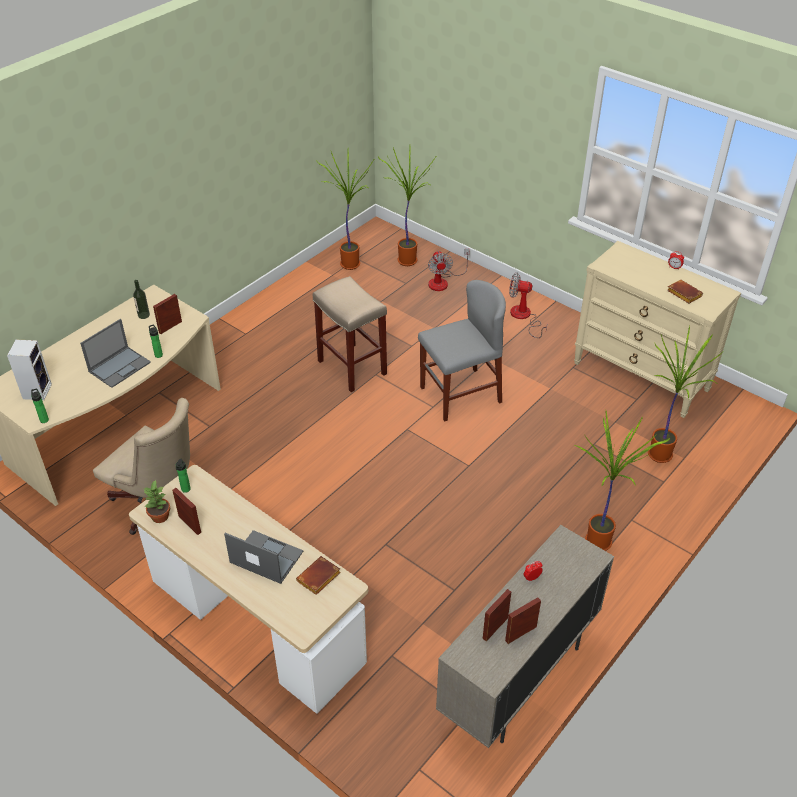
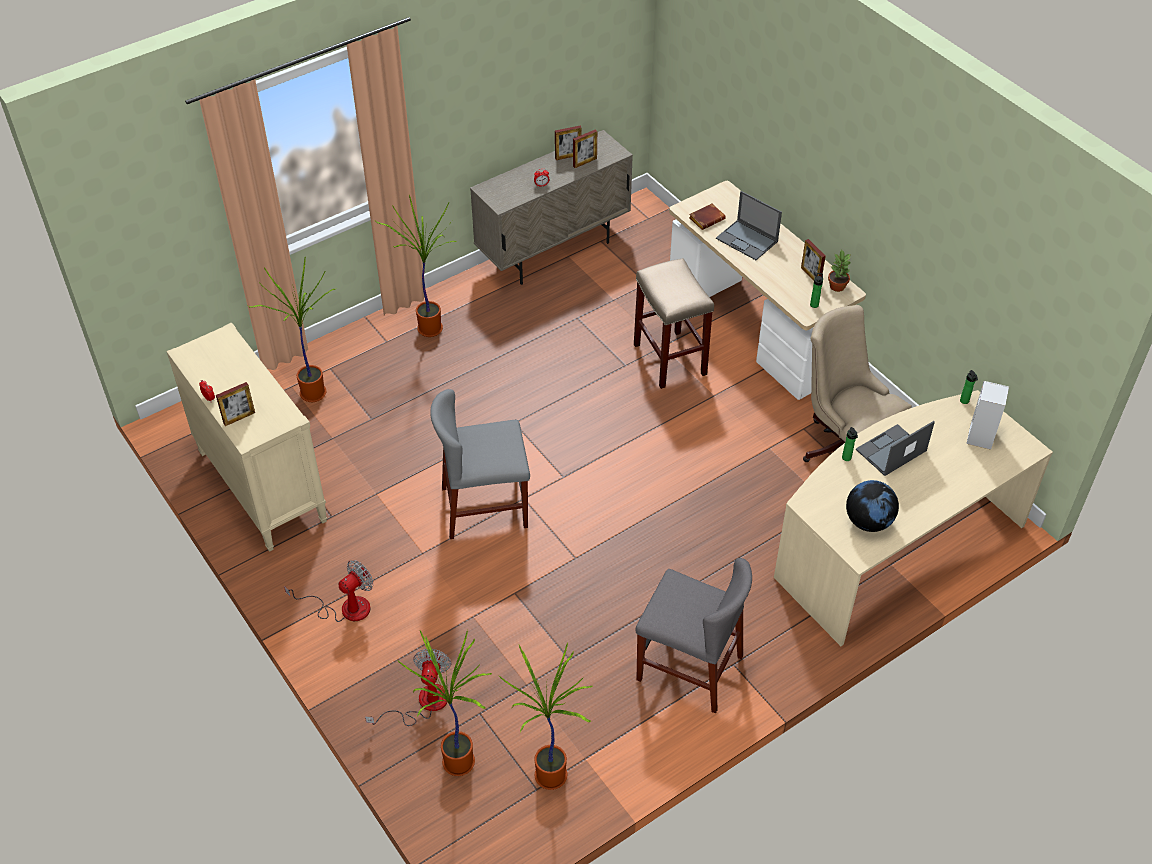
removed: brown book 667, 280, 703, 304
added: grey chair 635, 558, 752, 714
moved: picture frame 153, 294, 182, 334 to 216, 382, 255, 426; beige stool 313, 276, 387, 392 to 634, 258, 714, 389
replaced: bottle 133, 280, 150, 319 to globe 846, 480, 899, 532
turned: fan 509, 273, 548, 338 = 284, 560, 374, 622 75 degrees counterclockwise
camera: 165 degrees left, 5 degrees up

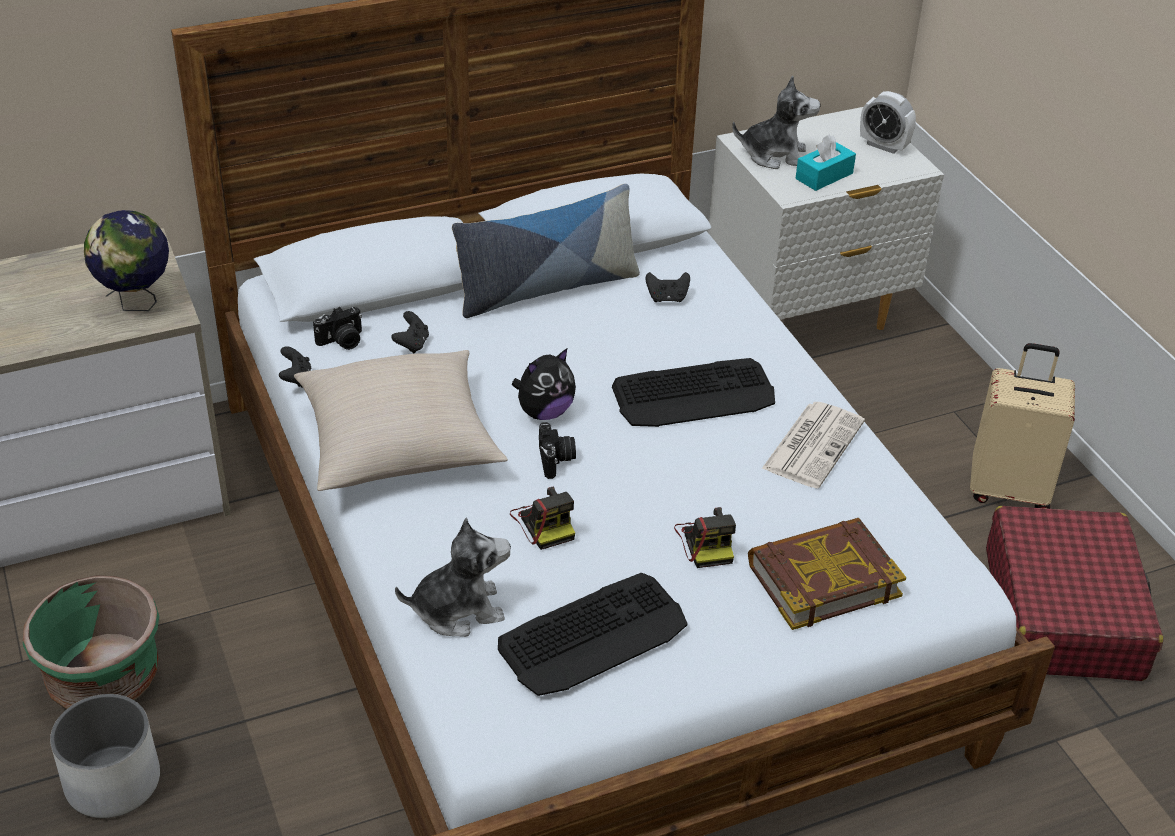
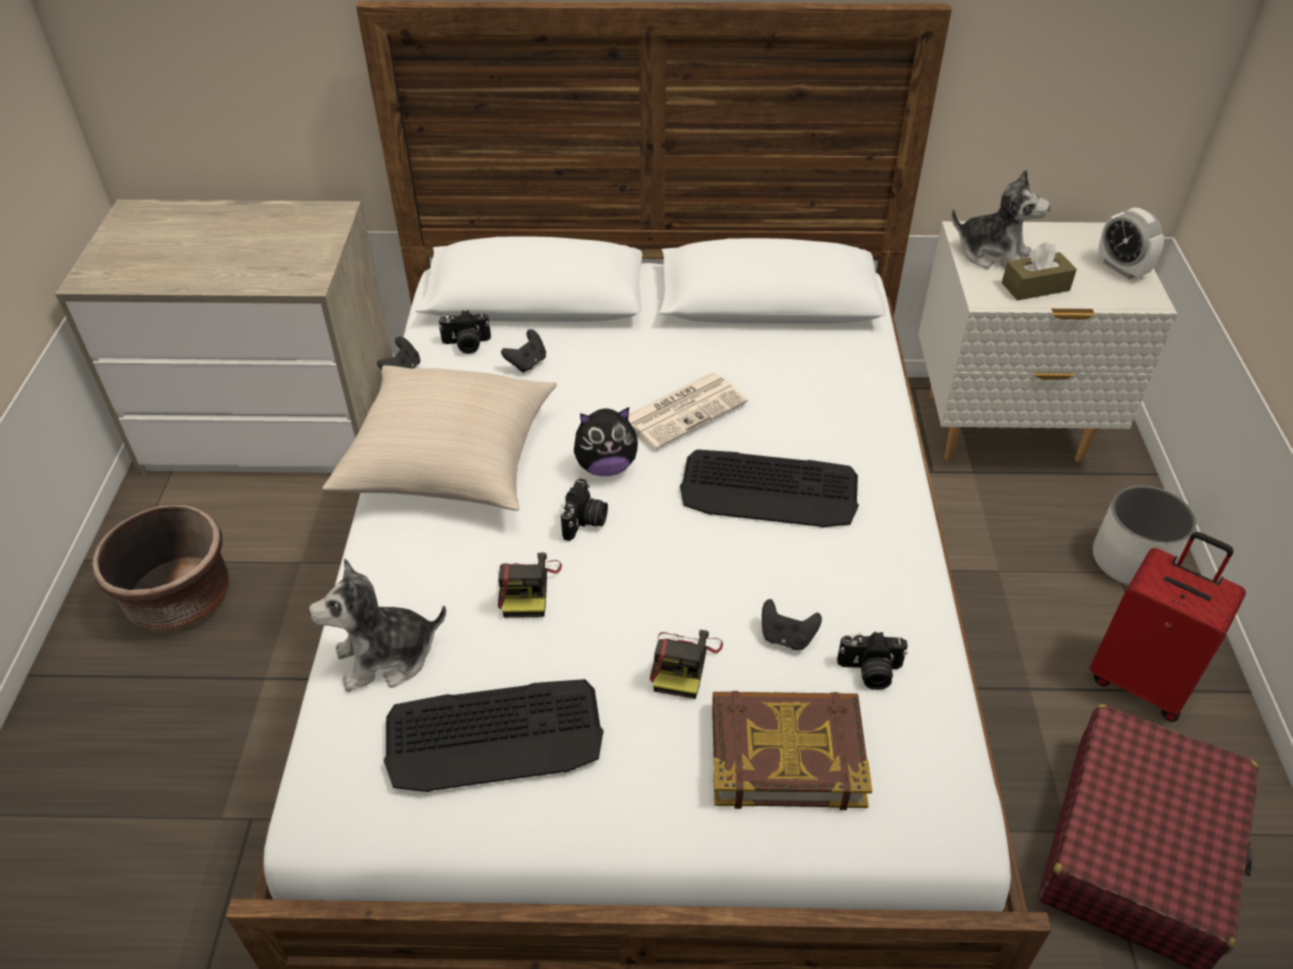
removed: globe 84, 210, 169, 311; pillow 452, 184, 640, 318
added: photo camera 837, 632, 908, 690
moved: white planter 50, 694, 160, 818 to 1093, 485, 1196, 586; black game controller 646, 272, 690, 302 to 762, 599, 822, 650; newspaper 762, 402, 865, 488 to 628, 373, 748, 450
recoloured: green planter 23, 576, 159, 709 to brown planter 92, 504, 229, 632; turquoise tissue box 795, 134, 856, 191 to brown tissue box 1002, 242, 1077, 301; beige suitcase 970, 343, 1075, 509 to red suitcase 1090, 532, 1246, 722
turned: plush toy 395, 518, 511, 637 = 309, 558, 446, 692 150 degrees clockwise
camera: 25 degrees right, 5 degrees up

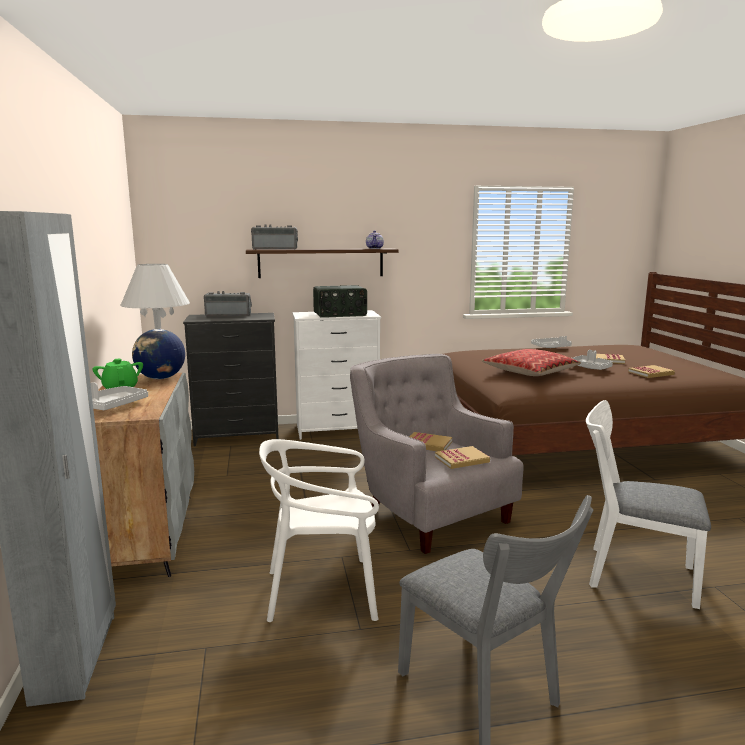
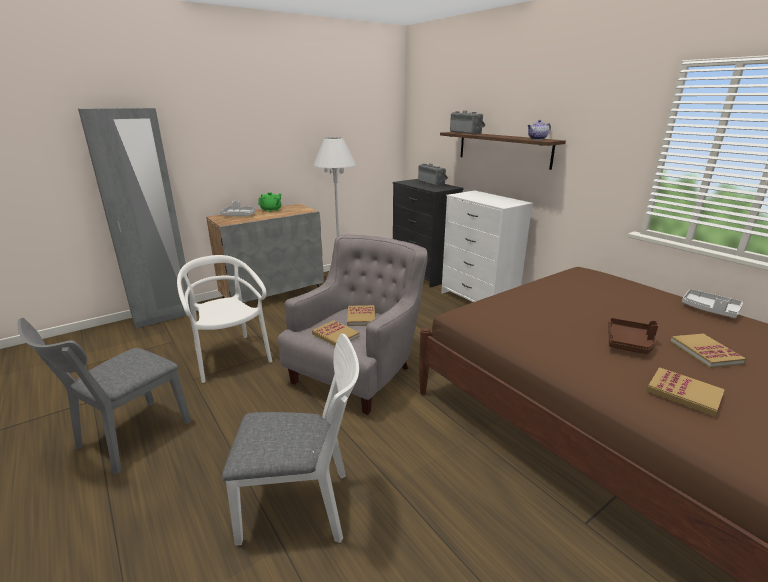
removed: globe 132, 329, 185, 379; radio 313, 285, 367, 318; pillow 482, 349, 581, 376
recoloured: grey tray 572, 350, 613, 370 to brown tray 608, 318, 658, 354
turned: white chair 586, 400, 711, 609 = 222, 334, 359, 545 90 degrees clockwise
camera: 65 degrees right, 10 degrees up

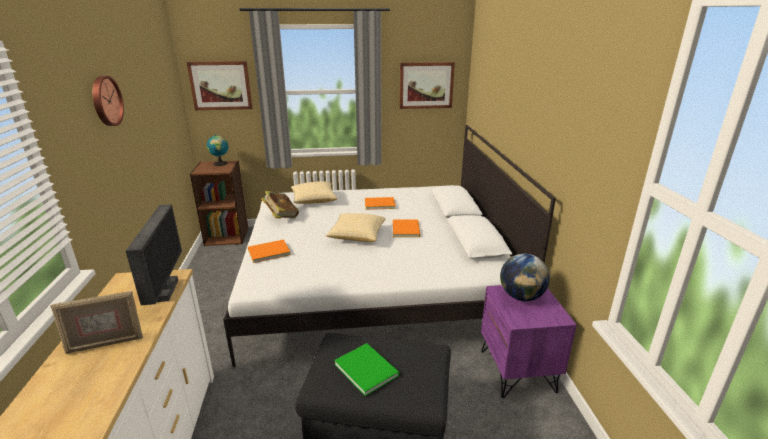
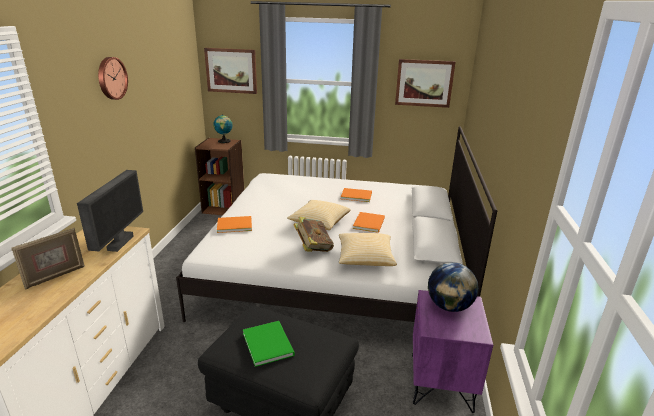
moved: book 261, 191, 299, 218 to 293, 216, 334, 252; pillow 291, 181, 337, 204 to 339, 233, 397, 266
turned: picture frame 50, 291, 143, 354 = 11, 228, 85, 290 45 degrees counterclockwise
camera: 15 degrees right, 0 degrees up

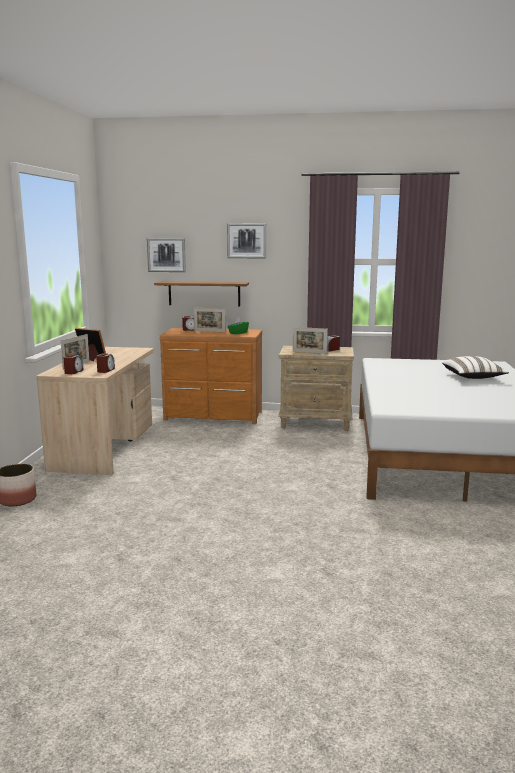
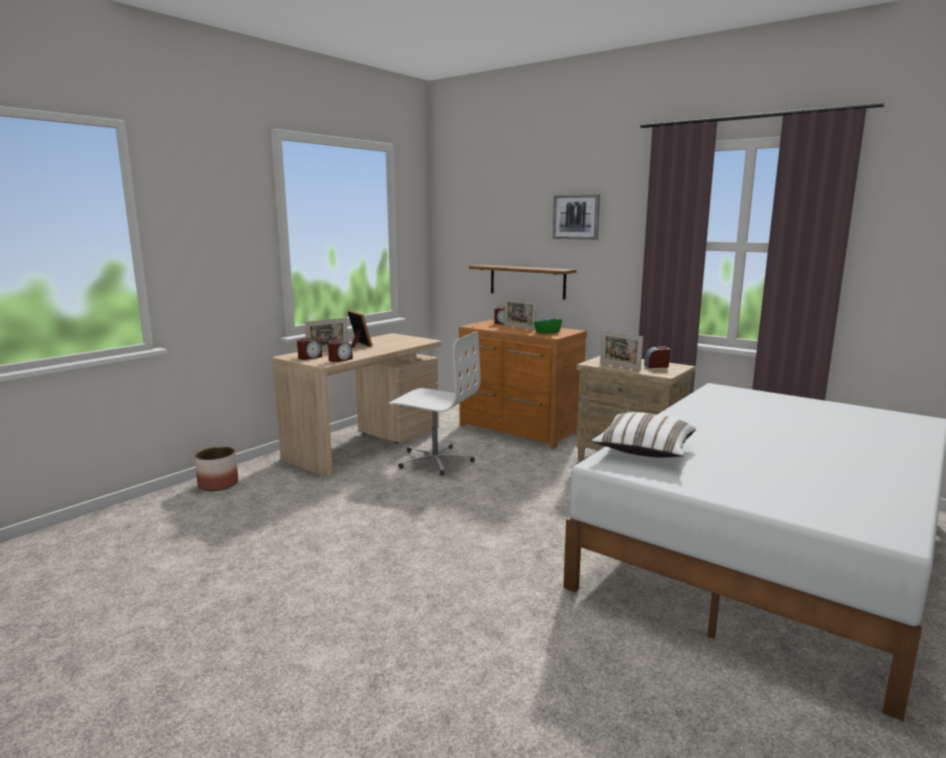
removed: picture 147, 238, 186, 272
added: white office chair 389, 331, 480, 475
moved: white pillow 442, 356, 509, 379 to 592, 412, 696, 458
camera: 30 degrees right, 0 degrees up

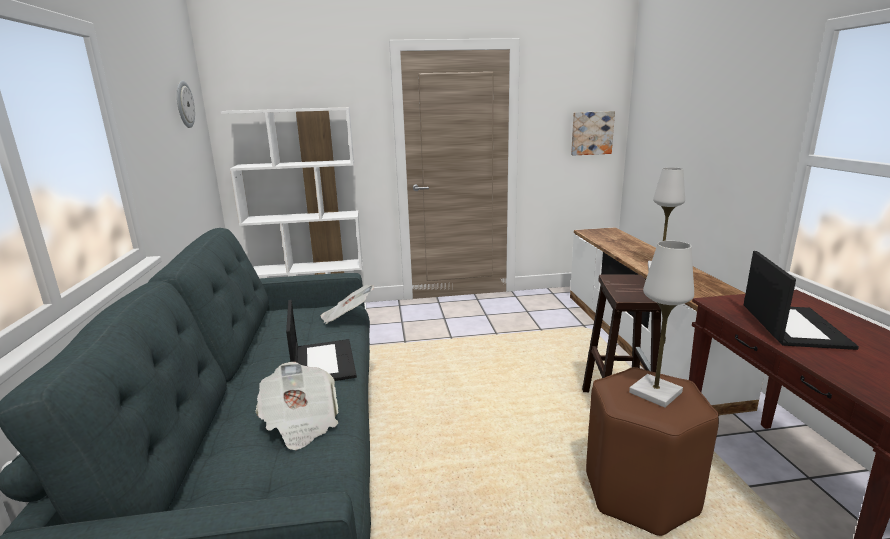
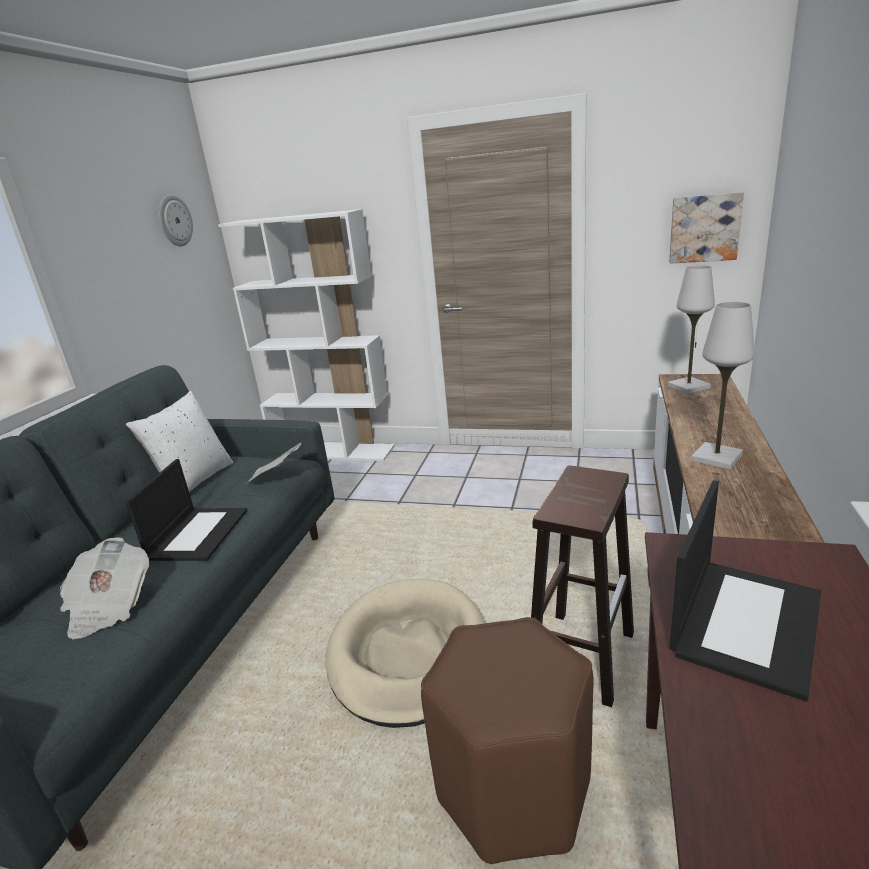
added: white pillow 126, 391, 233, 492; beige dog bed 326, 578, 485, 728
moved: white table lamp 629, 241, 694, 408 to 667, 265, 715, 394
camera: 25 degrees right, 5 degrees up

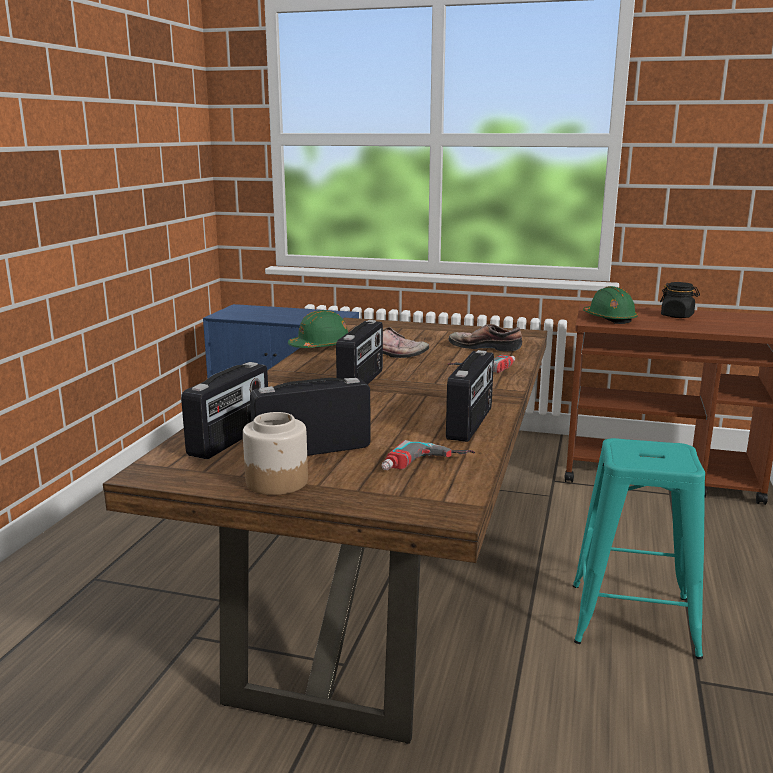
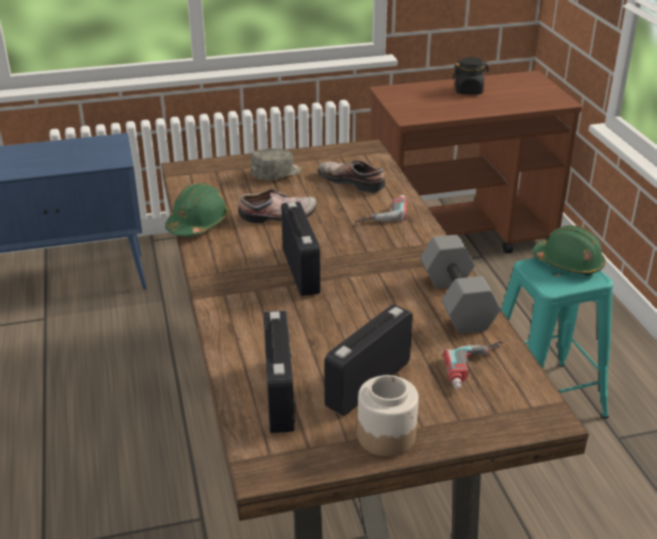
added: grey cap 250, 148, 301, 180
moved: green hard hat 583, 286, 638, 324 to 533, 225, 606, 275
replaced: radio 446, 350, 494, 442 to grey dumbbell 420, 234, 501, 334
turned: shoe 449, 324, 522, 351 = 318, 160, 385, 193 45 degrees clockwise
camera: 30 degrees left, 15 degrees up

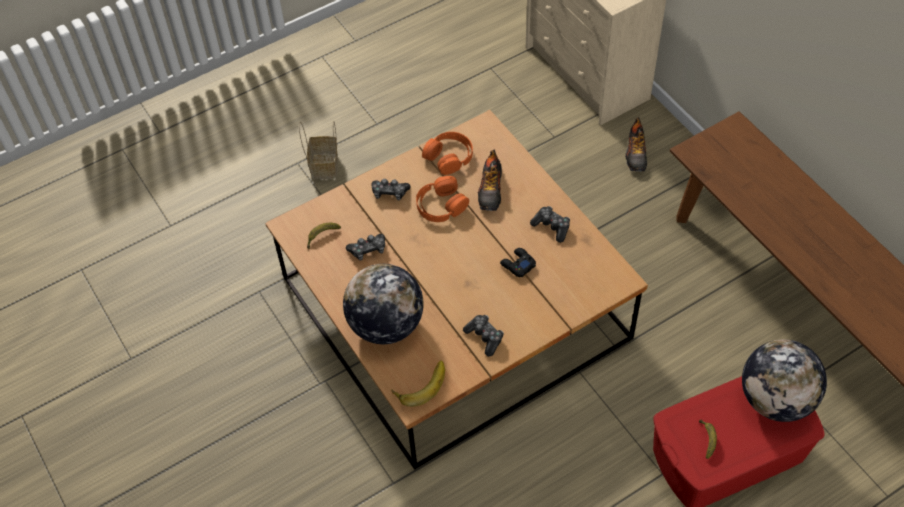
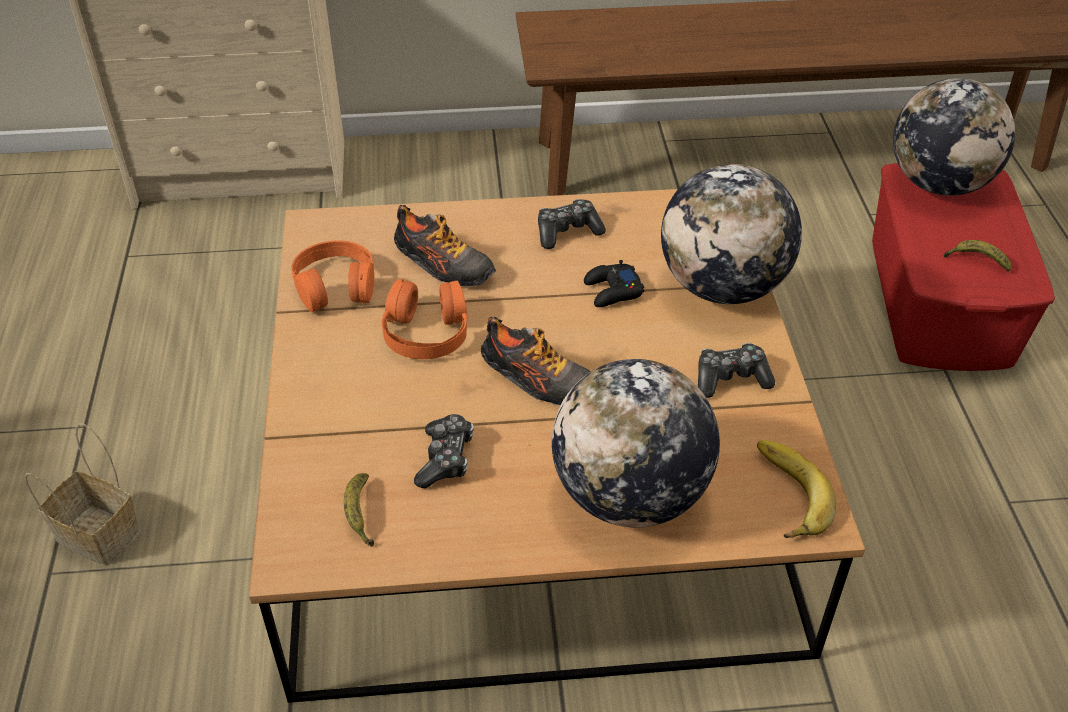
removed: game controller 371, 179, 411, 201
added: globe 661, 164, 802, 304
moved: shoe 625, 117, 647, 172 to 481, 317, 591, 406
camera: 65 degrees left, 10 degrees down

